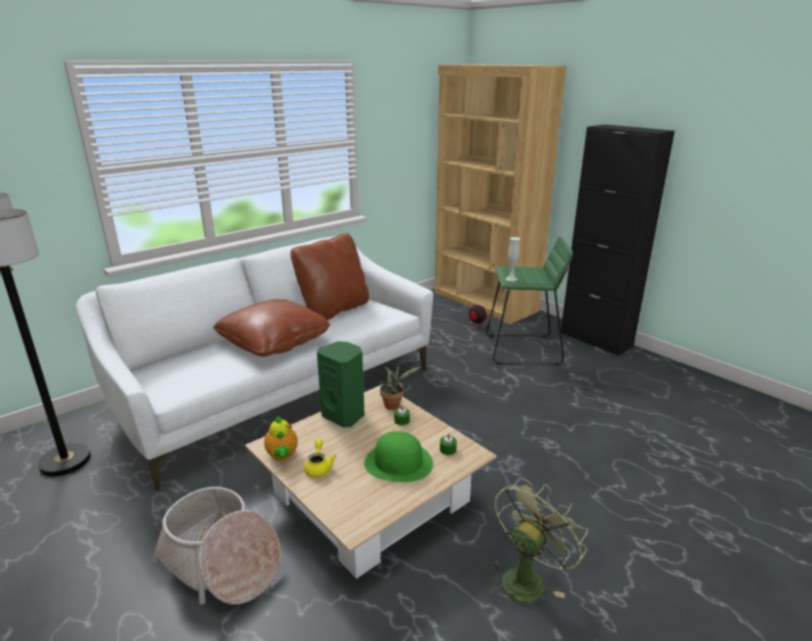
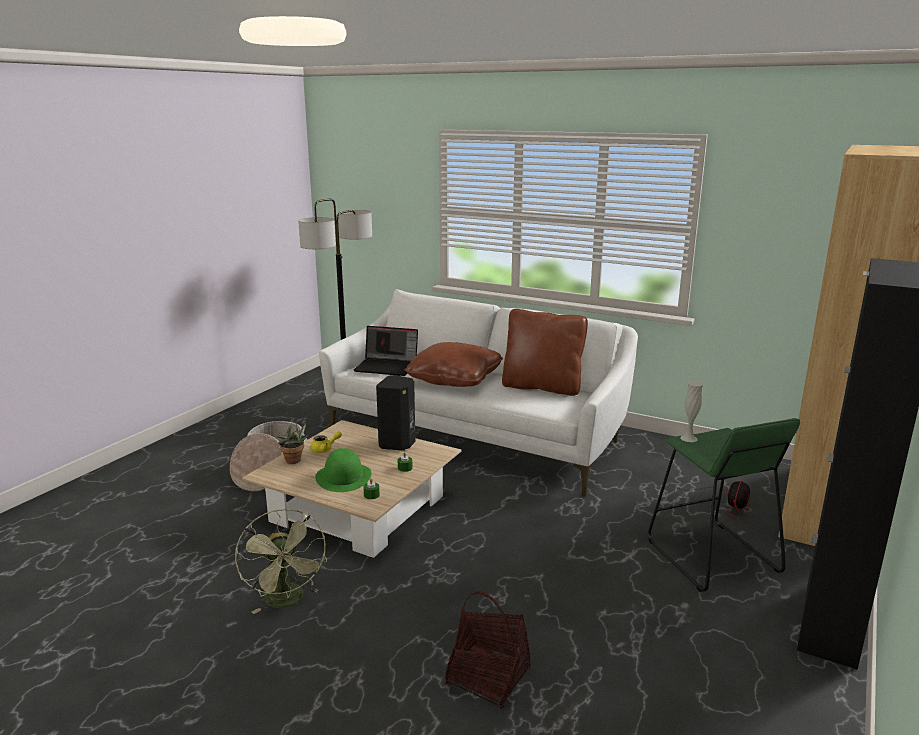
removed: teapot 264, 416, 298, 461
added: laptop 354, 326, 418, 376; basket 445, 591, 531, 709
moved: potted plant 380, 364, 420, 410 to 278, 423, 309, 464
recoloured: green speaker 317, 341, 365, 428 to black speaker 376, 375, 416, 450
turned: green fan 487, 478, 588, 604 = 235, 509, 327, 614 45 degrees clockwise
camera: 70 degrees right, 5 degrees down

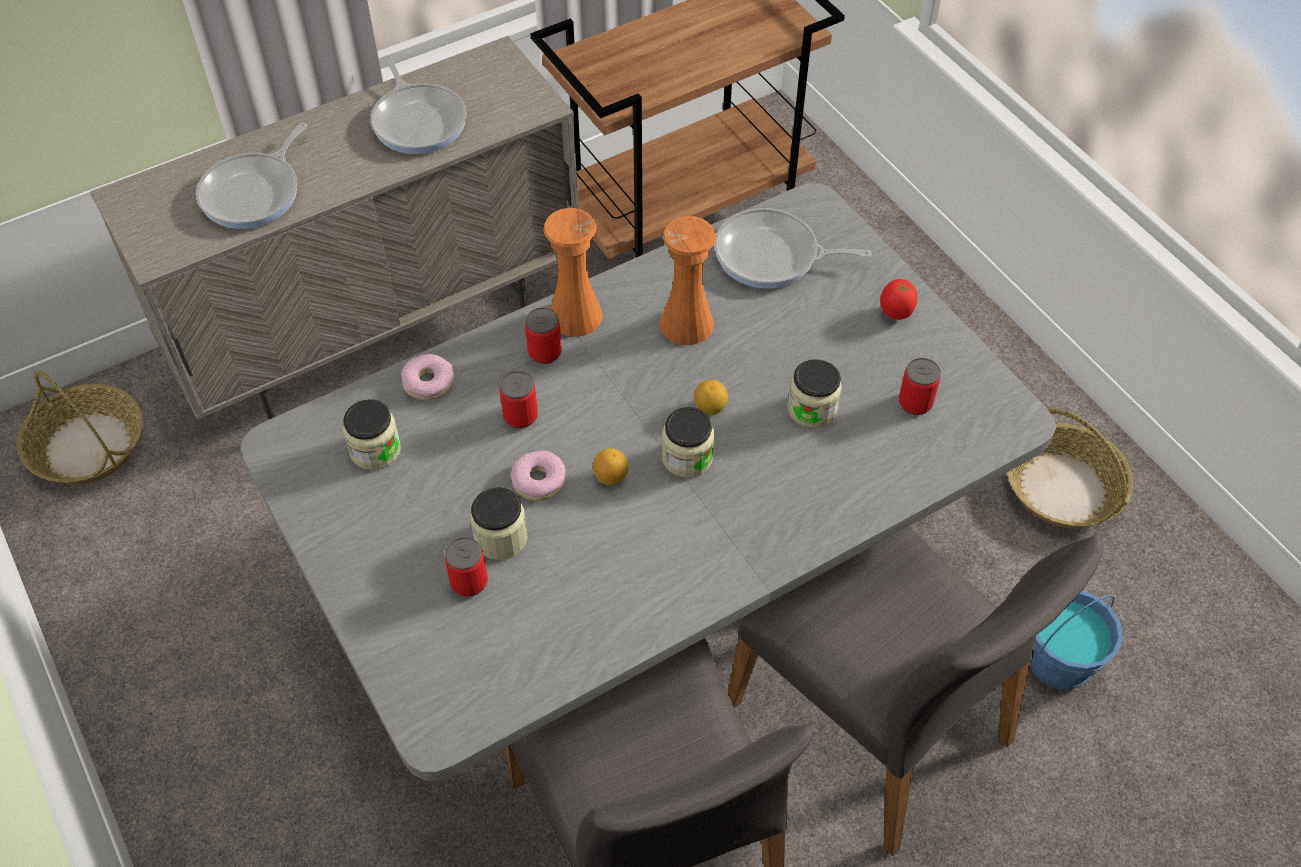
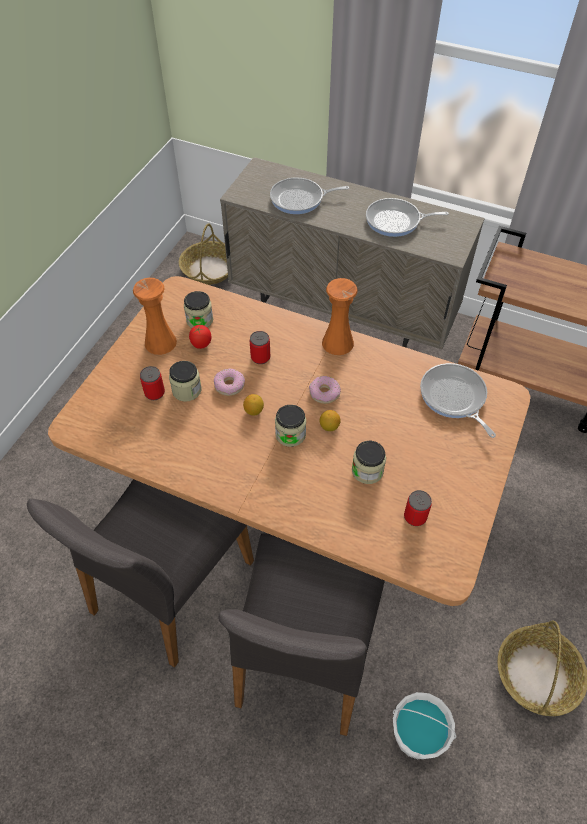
removed: can 525, 308, 562, 364
moved: donut 401, 354, 454, 400 to 309, 376, 341, 404; orange vase 660, 216, 716, 345 to 133, 278, 177, 355; tomato 880, 279, 918, 320 to 189, 325, 212, 349
recoloured: grey dining table 241, 183, 1056, 781 to brown dining table 48, 276, 530, 606; blue bucket 1030, 591, 1123, 690 to white bucket 393, 692, 457, 759
turned: frying pan 370, 55, 467, 154 = 366, 198, 449, 237 60 degrees clockwise
camera: 55 degrees right, 0 degrees up

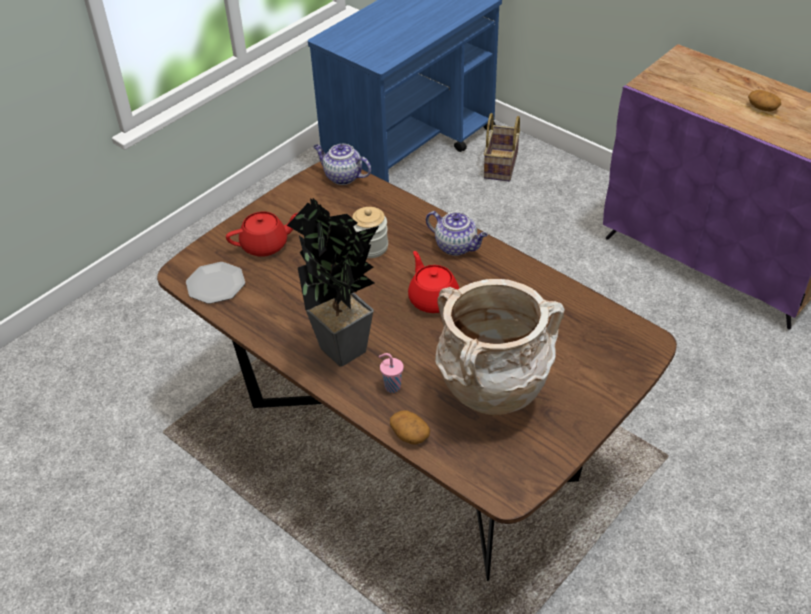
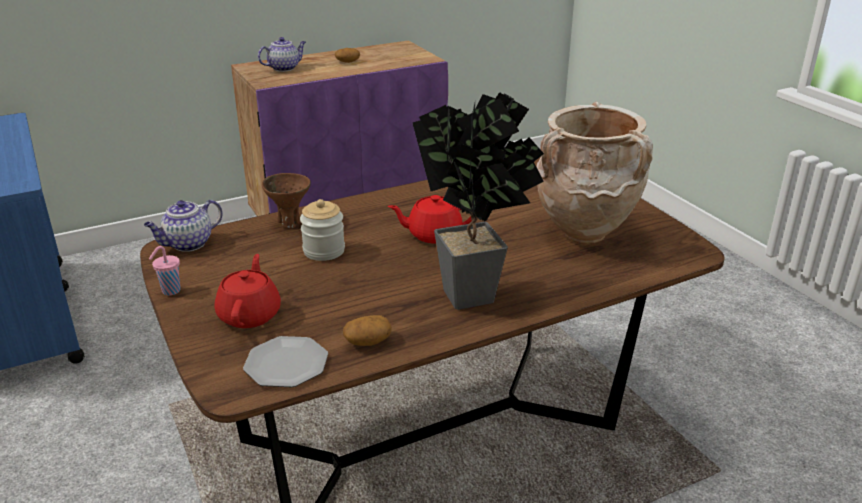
removed: basket 484, 113, 520, 181
added: brown bowl 262, 173, 311, 228
moved: pink cup 379, 353, 404, 393 to 149, 246, 180, 295; potato 390, 410, 430, 445 to 343, 315, 392, 346; teapot 426, 211, 488, 256 to 258, 37, 306, 72
camera: 70 degrees left, 15 degrees down

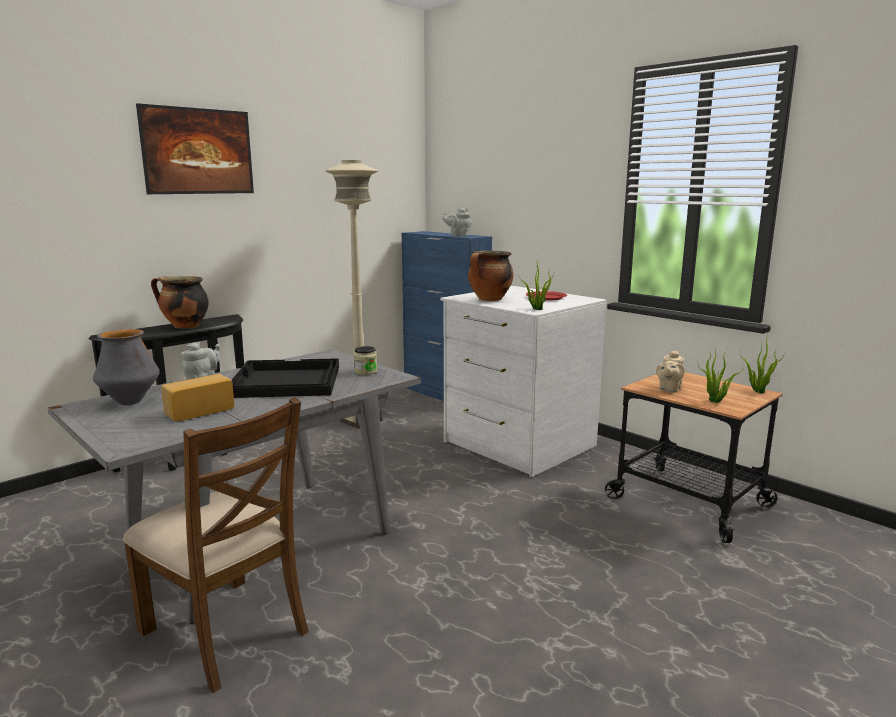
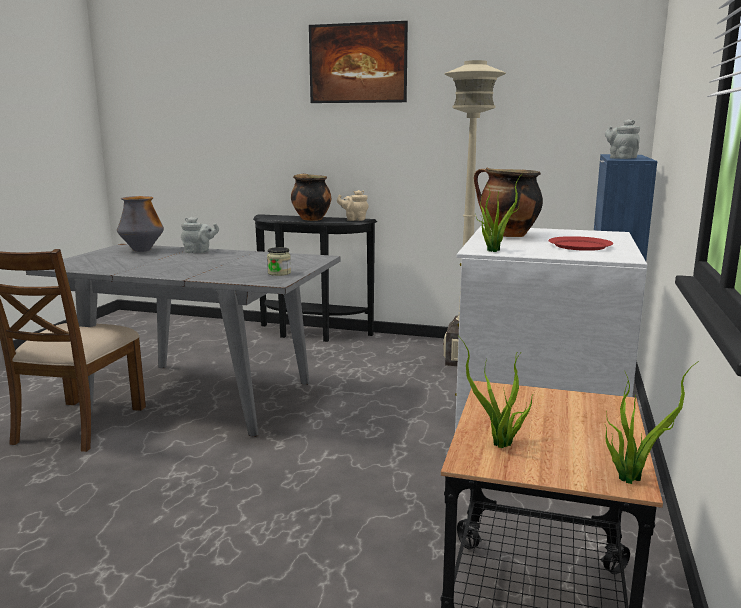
removed: bread 161, 374, 234, 421; black tray 231, 358, 339, 398
moved: beige teapot 656, 350, 685, 393 to 337, 190, 369, 221
camera: 60 degrees right, 0 degrees up

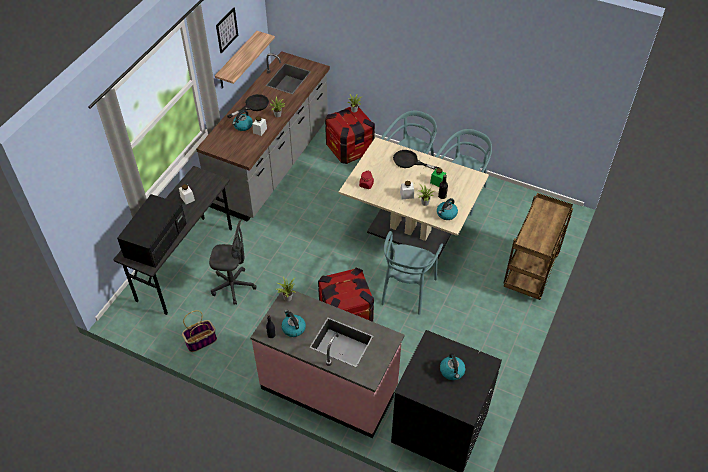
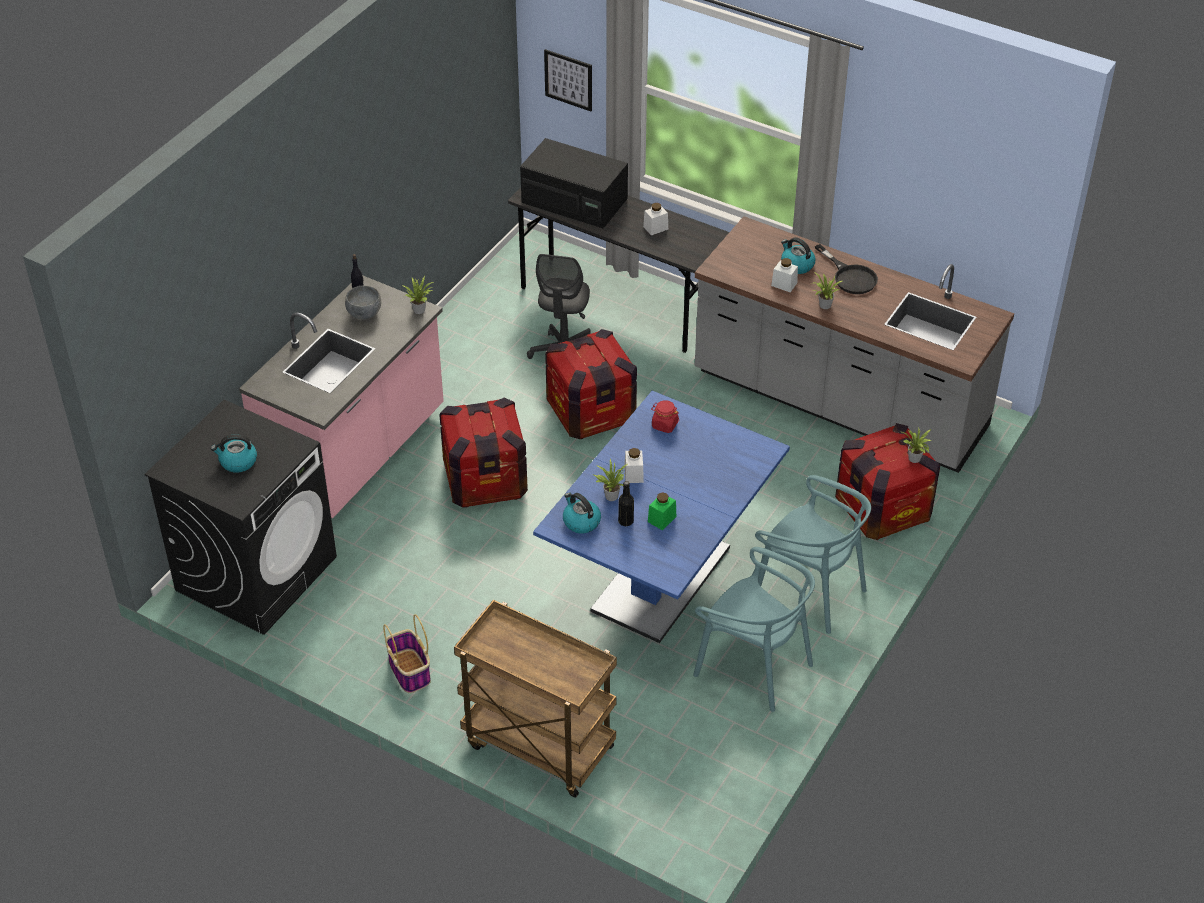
removed: shelf 215, 31, 275, 89; turquoise chair 381, 231, 443, 315; black frying pan 393, 150, 440, 170
added: crate 545, 329, 637, 439
moved: basket 182, 310, 217, 352 to 383, 614, 431, 693; picture 216, 8, 238, 53 to 544, 49, 592, 112
replaced: kettle 281, 310, 306, 337 to grey bowl 345, 286, 381, 319
recoloured: beige dining table 339, 137, 489, 258 to blue dining table 533, 391, 790, 643
camera: 95 degrees right, 5 degrees down

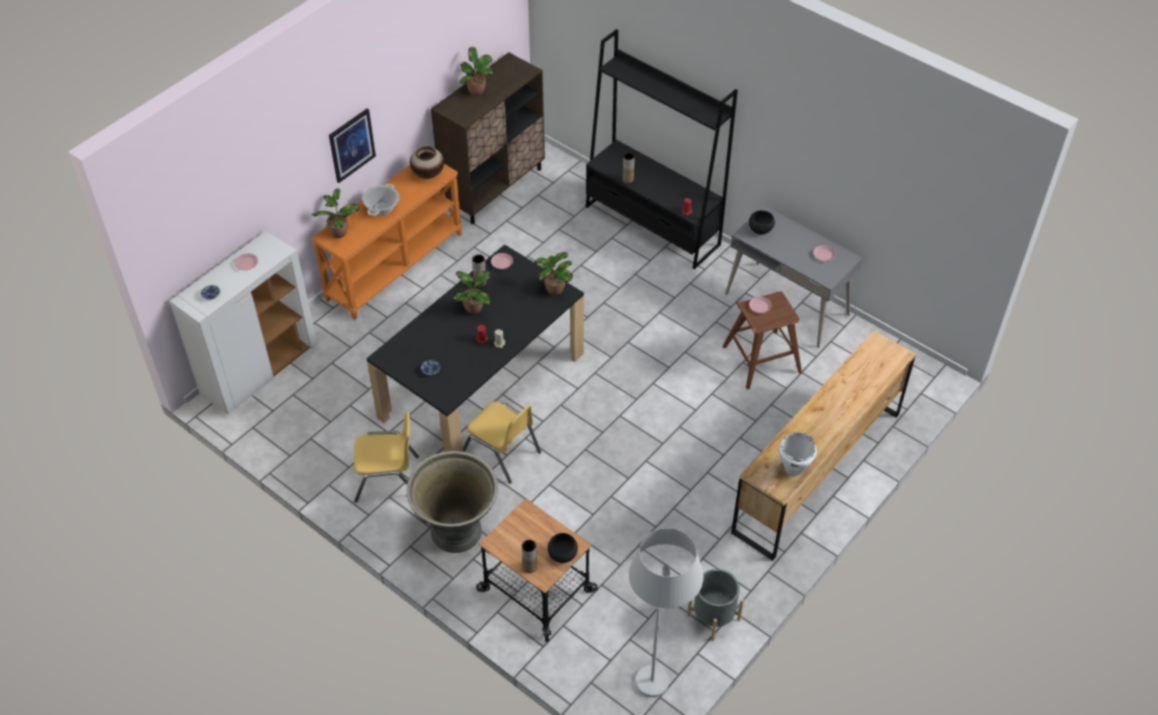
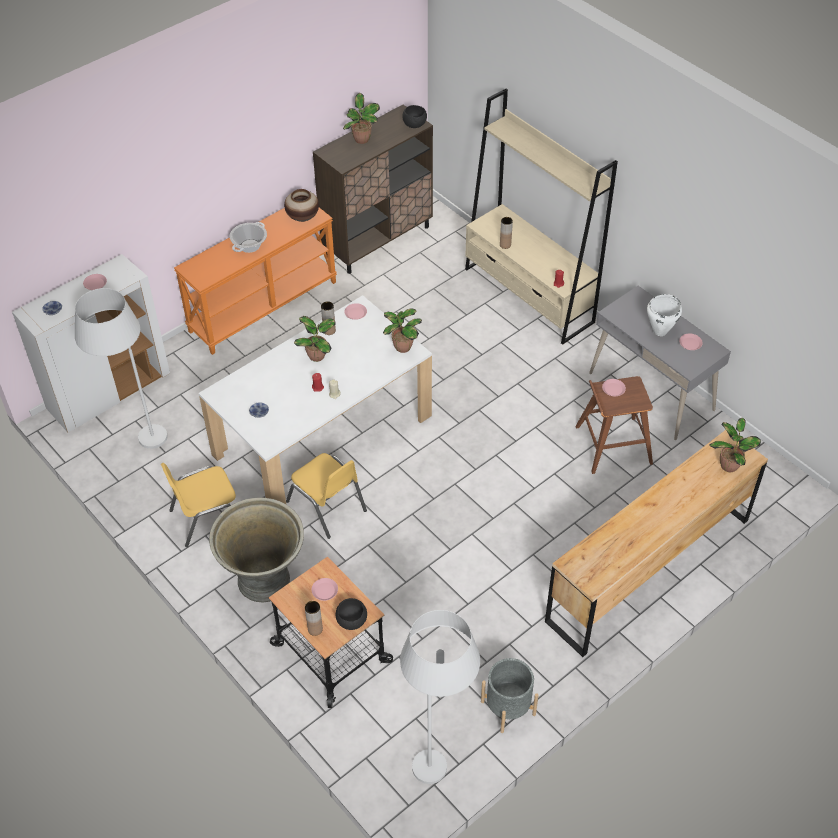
removed: picture 329, 109, 376, 183
added: white floor lamp 75, 288, 168, 449; pink plate 311, 578, 338, 601
moved: potted plant 312, 188, 359, 238 to 709, 418, 761, 472; black bowl 749, 210, 775, 235 to 402, 105, 427, 128; white cooking pot 779, 432, 817, 476 to 647, 294, 682, 336
recoloured: black dining table 366, 244, 584, 452 to white dining table 199, 295, 432, 504; black bookcase 586, 29, 738, 270 to beige bookcase 465, 88, 618, 345
turned: yellow chair 354, 412, 419, 503 = 161, 463, 236, 547 150 degrees clockwise
camera: 10 degrees right, 0 degrees up

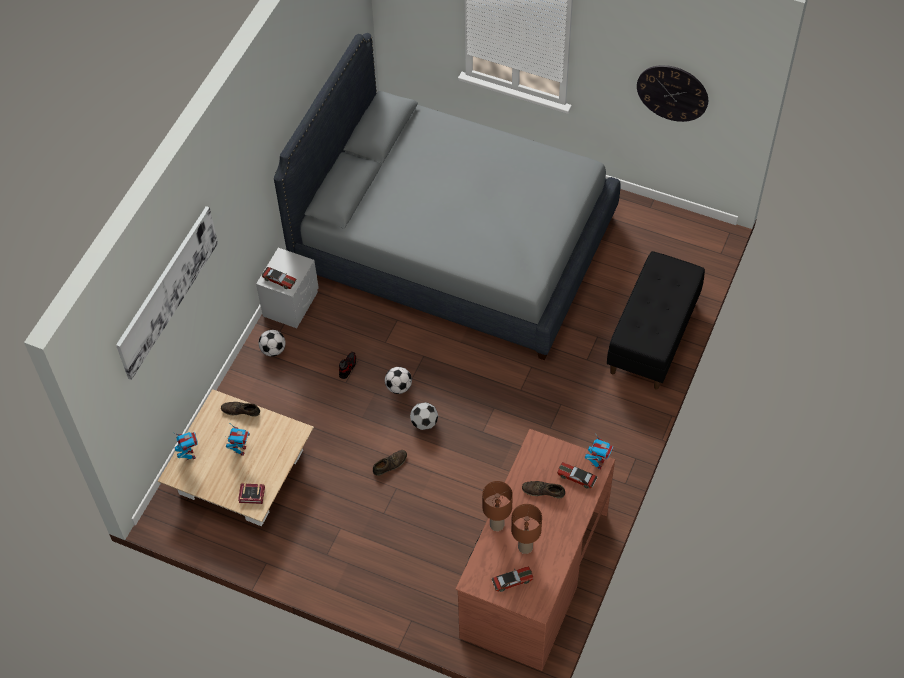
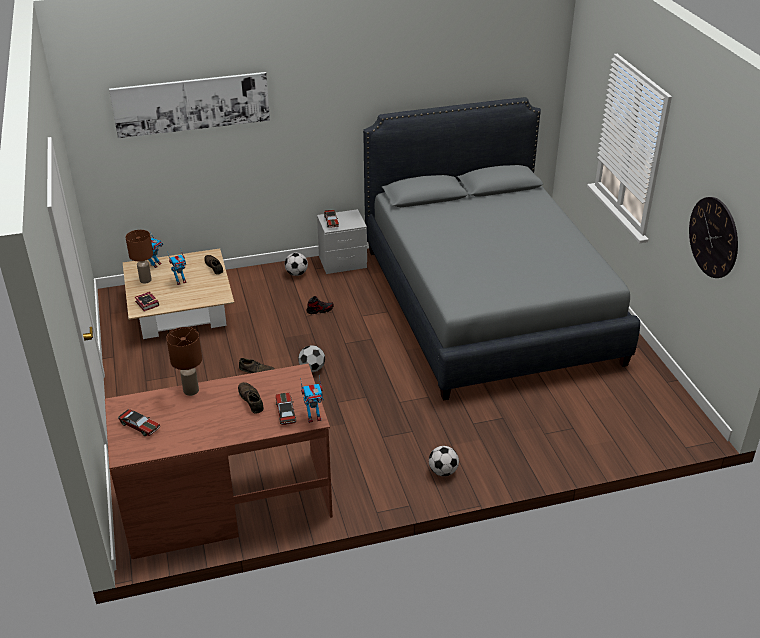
removed: black bench 607, 251, 705, 390
moved: football 385, 367, 412, 394 to 429, 446, 459, 476; brown table lamp 511, 504, 542, 554 to 126, 230, 153, 283
camera: 50 degrees right, 20 degrees down

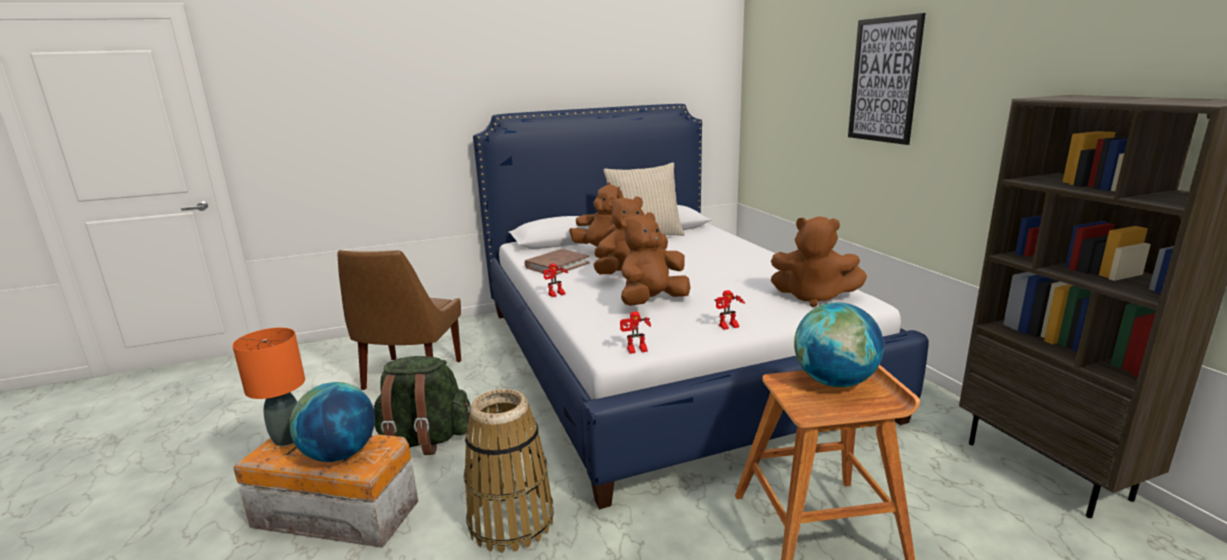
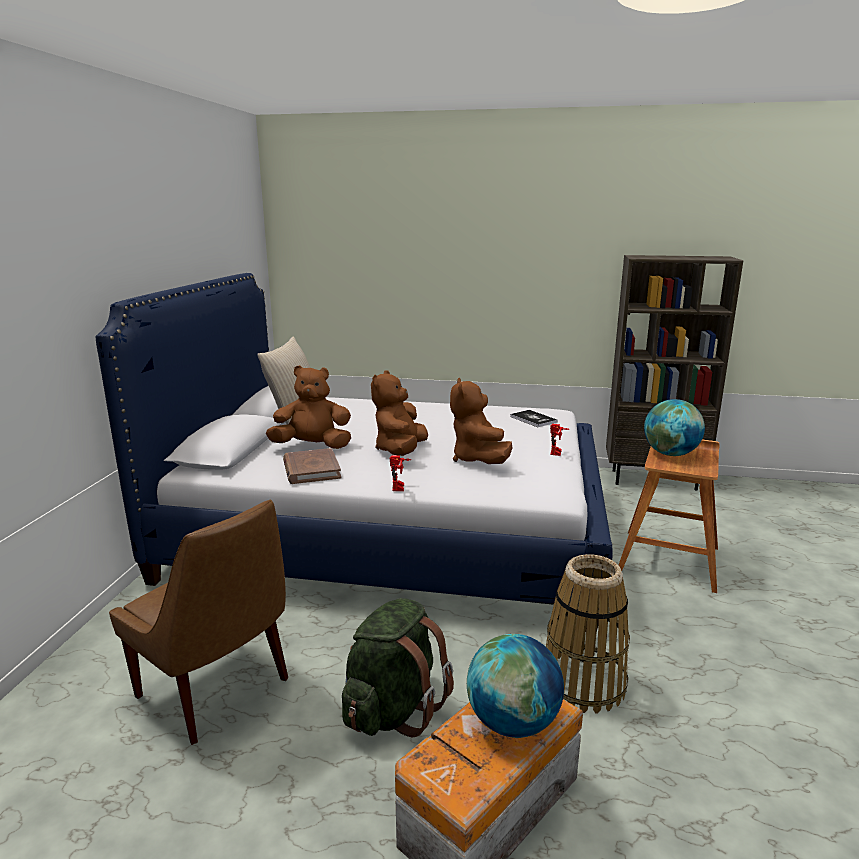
removed: orange table lamp 232, 328, 305, 446; toy robot 620, 311, 651, 354; picture 848, 13, 925, 145
replaced: brown plush toy 771, 216, 867, 307 to book 510, 410, 557, 427
camera: 60 degrees left, 0 degrees up

